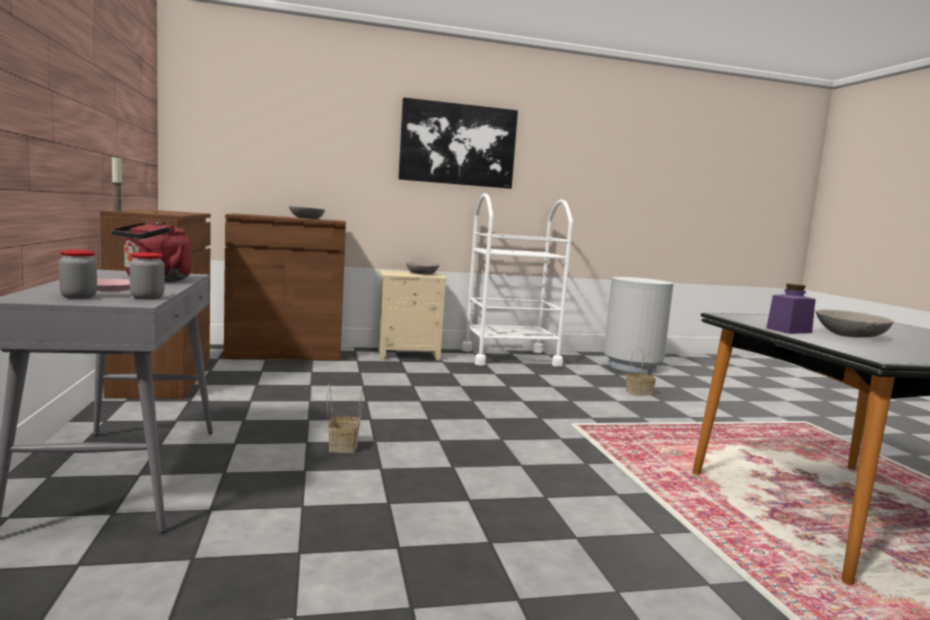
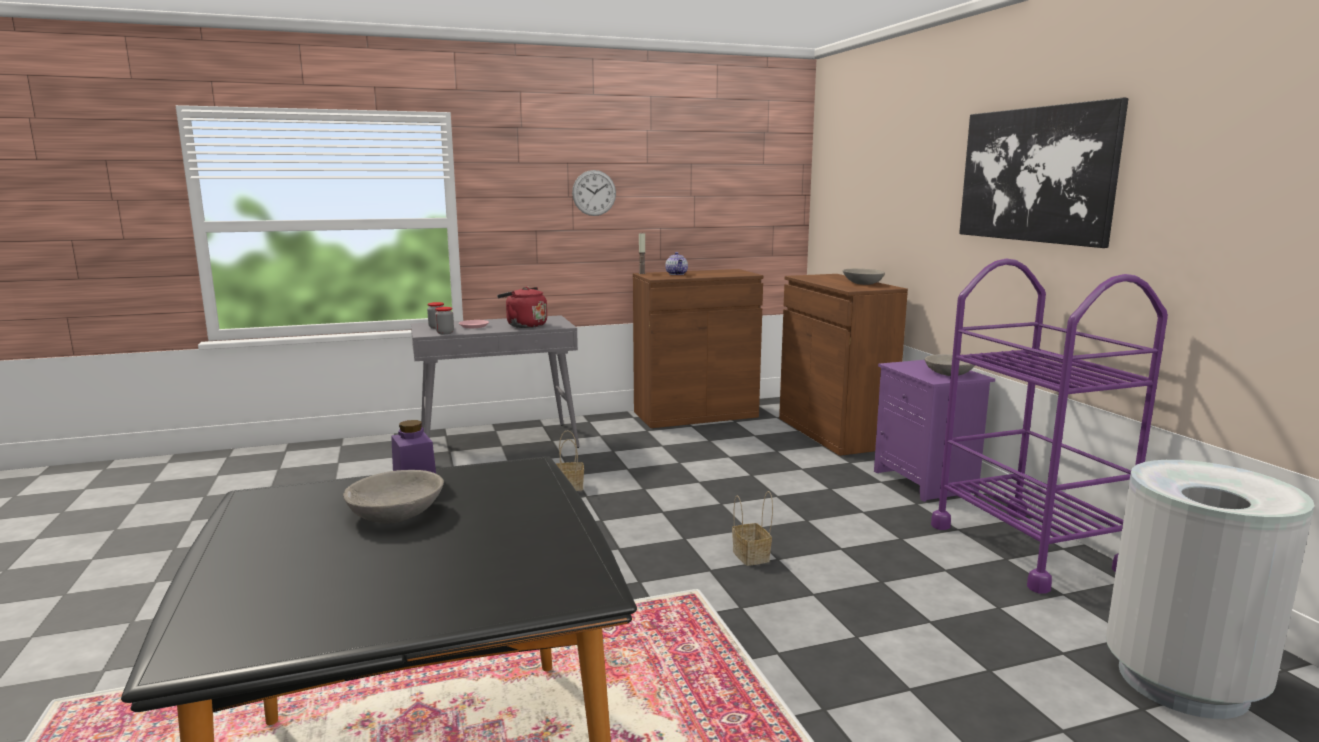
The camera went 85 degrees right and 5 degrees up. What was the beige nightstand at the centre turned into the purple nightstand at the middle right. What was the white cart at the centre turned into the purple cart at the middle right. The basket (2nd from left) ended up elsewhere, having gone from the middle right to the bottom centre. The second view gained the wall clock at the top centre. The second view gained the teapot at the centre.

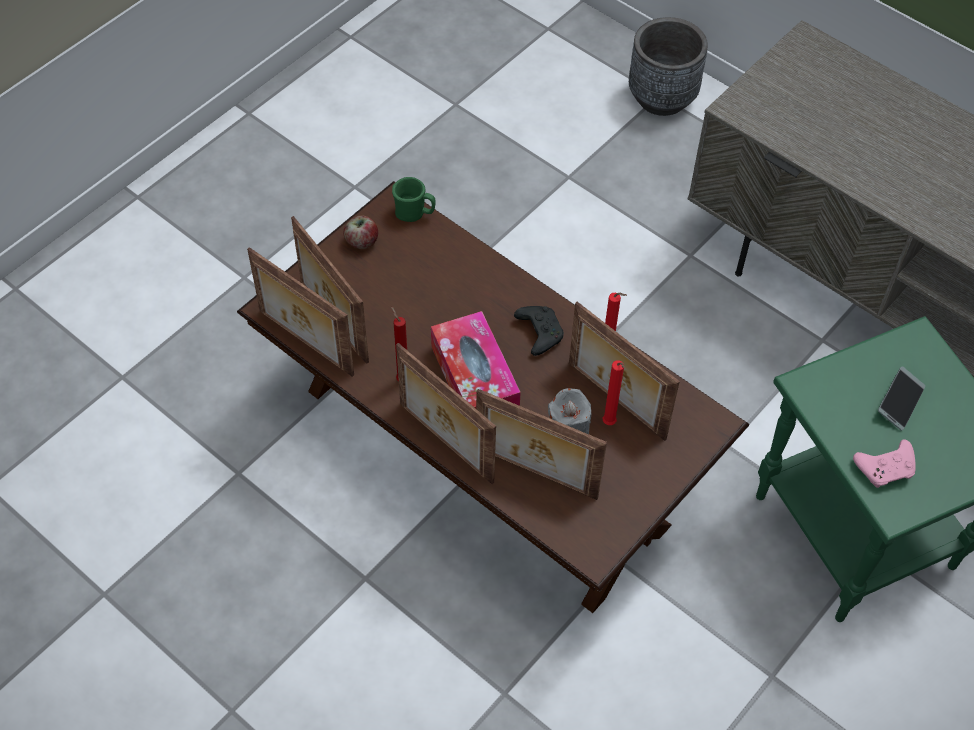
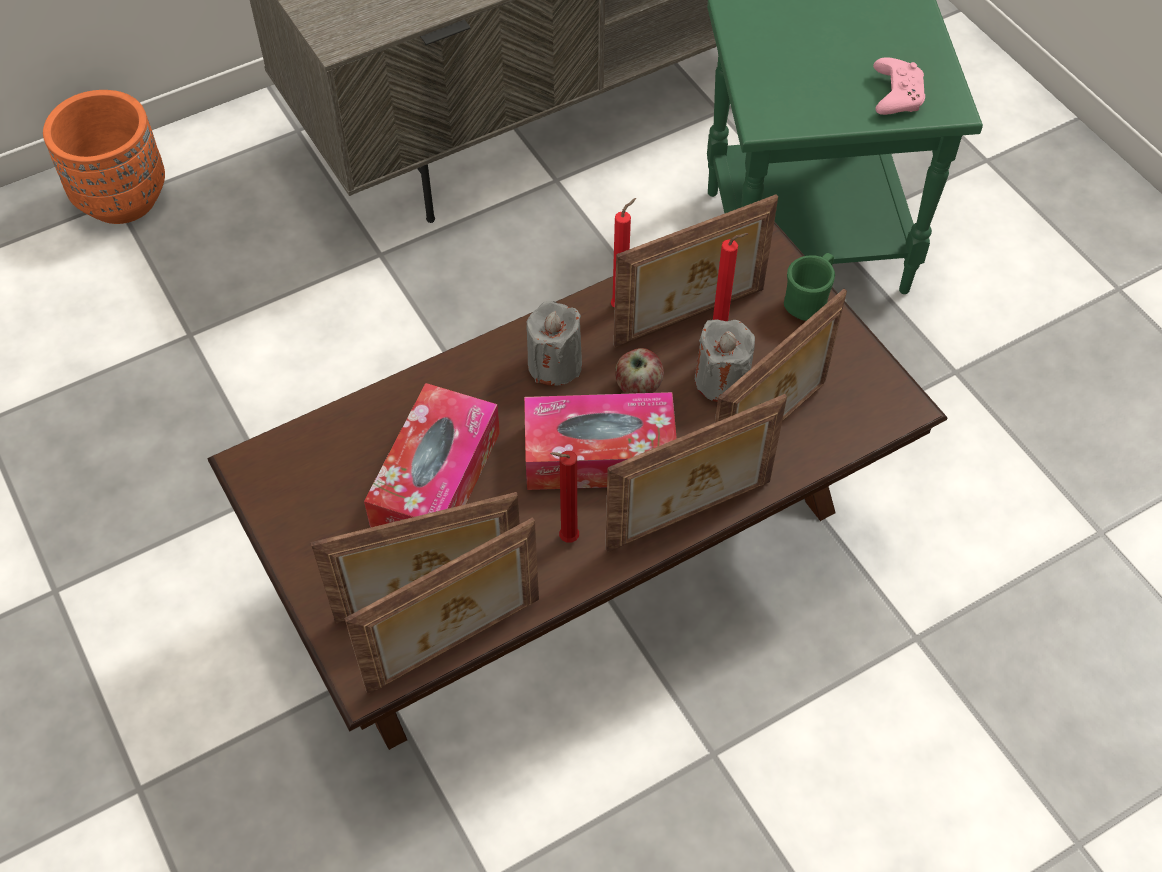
The camera went 70 degrees left and 0 degrees up. The apple ended up elsewhere, having gone from the top centre to the centre. The green mug ended up elsewhere, having gone from the top centre to the top right. Where the black game controller stood at the centre, the grey candle (1st from left) came to stand at the centre. What was the grey planter at the top right turned into the orange planter at the top left. The second view lost the phone at the middle right. The second view gained the tissue box (1st from left) at the centre.

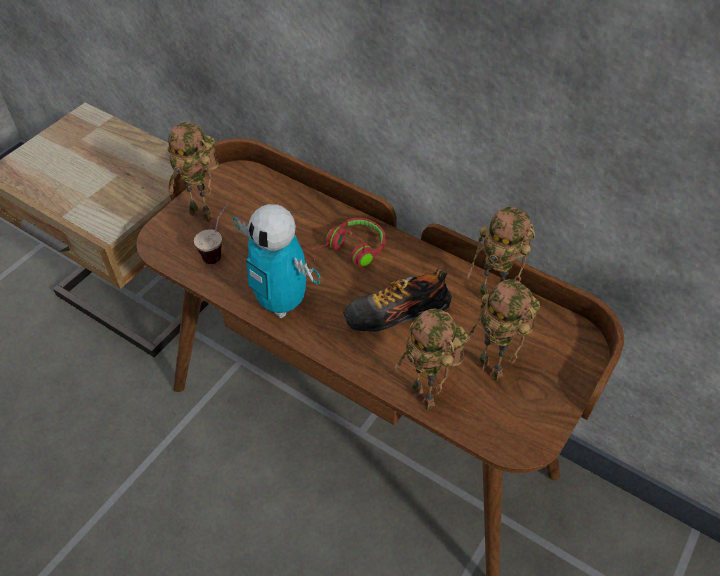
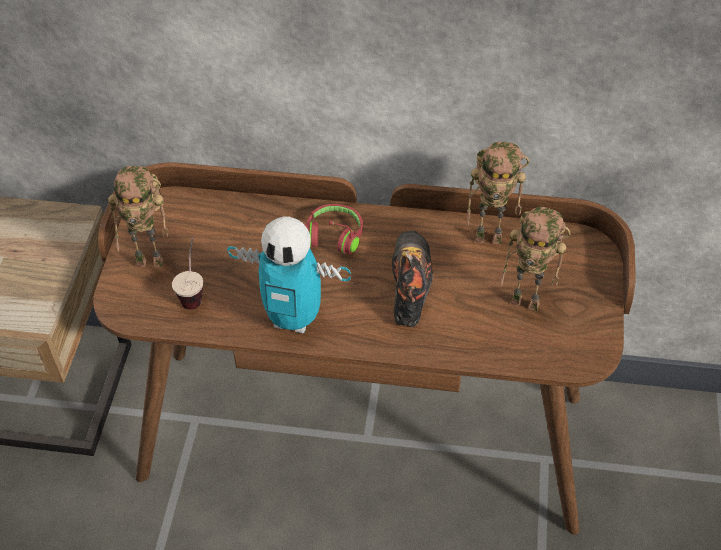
The camera went 25 degrees left and 0 degrees up. The shoe at the centre ended up facing another way, 135 degrees clockwise from before. The second view lost the toy robot (3rd from left) at the centre.

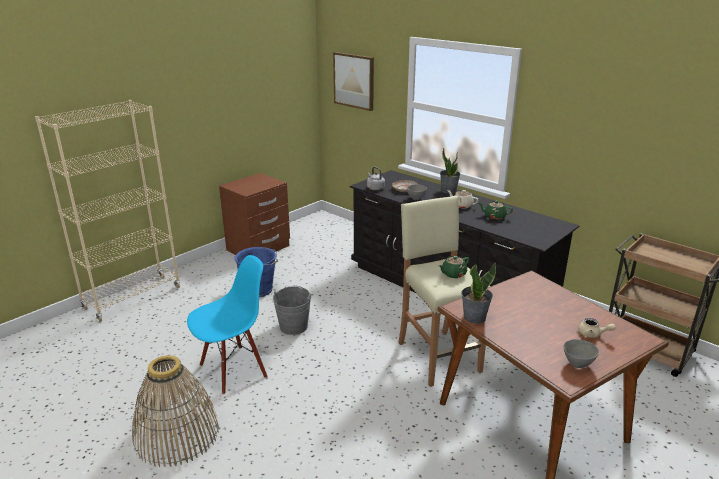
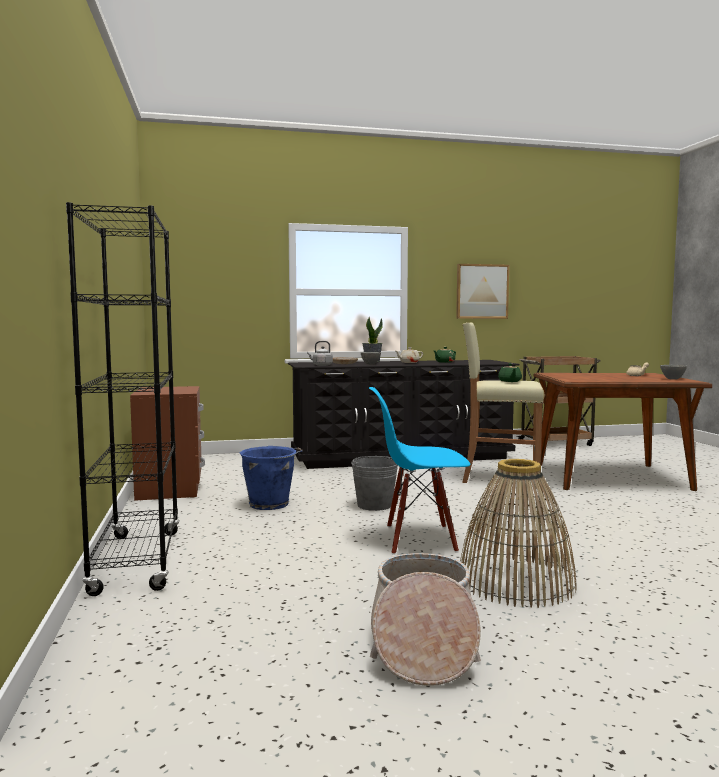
The camera went 55 degrees left and 20 degrees down. What was the beige bookcase at the middle left turned into the black bookcase at the middle left. The blue chair at the bottom left ended up facing another way, 90 degrees counterclockwise from before. The picture ended up elsewhere, having gone from the top centre to the middle right. The second view lost the potted plant (2nd from left) at the centre. The second view gained the basket (1st from left) at the bottom centre.

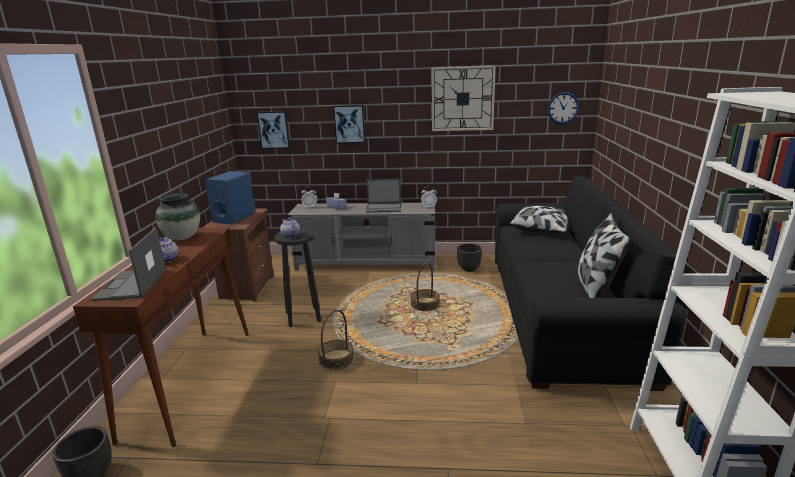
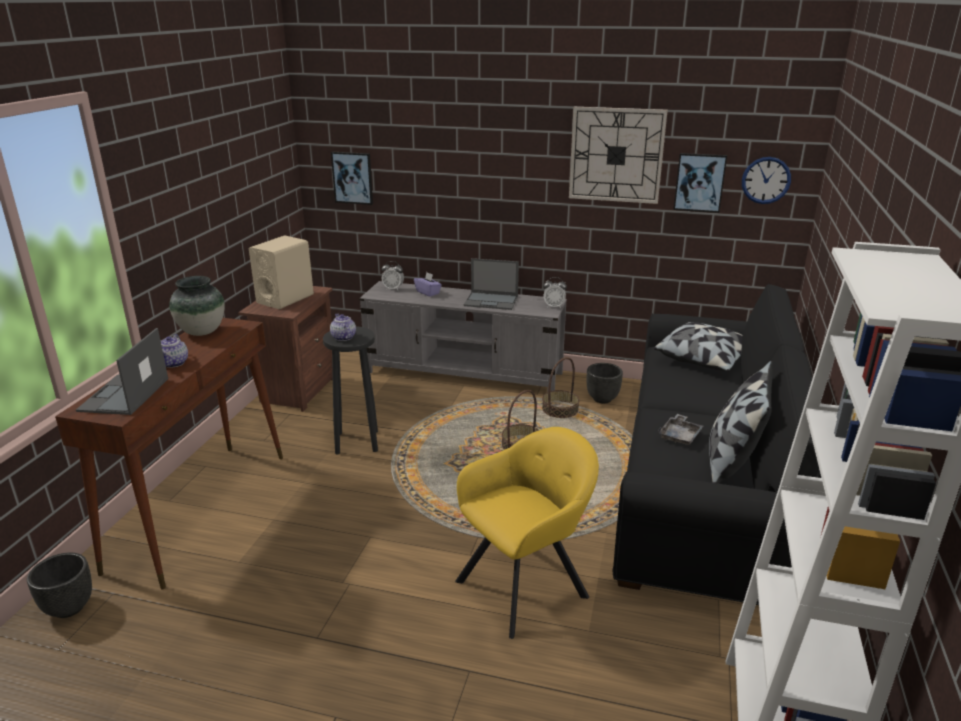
The camera went 10 degrees right and 5 degrees up. What was the blue speaker at the middle left turned into the beige speaker at the middle left. The basket (1st from left in the first image) ended up elsewhere, having gone from the bottom centre to the centre. The picture (2nd from left) ended up elsewhere, having gone from the top centre to the top right. The second view gained the yellow armchair at the bottom centre. The second view gained the grey tray at the middle right.

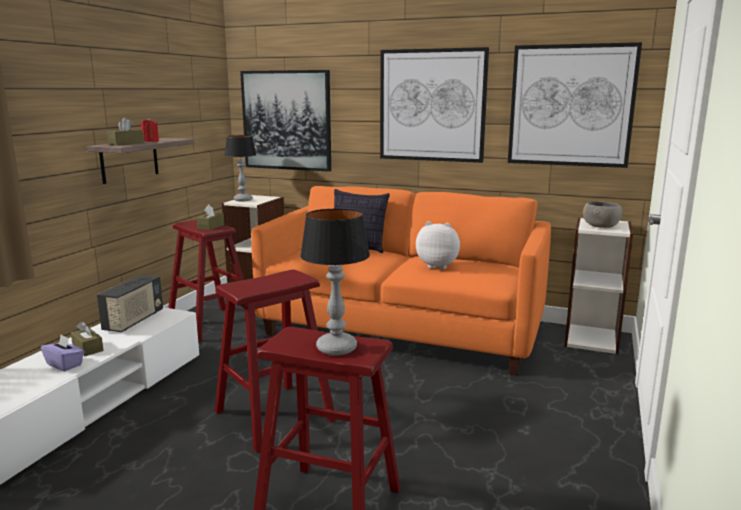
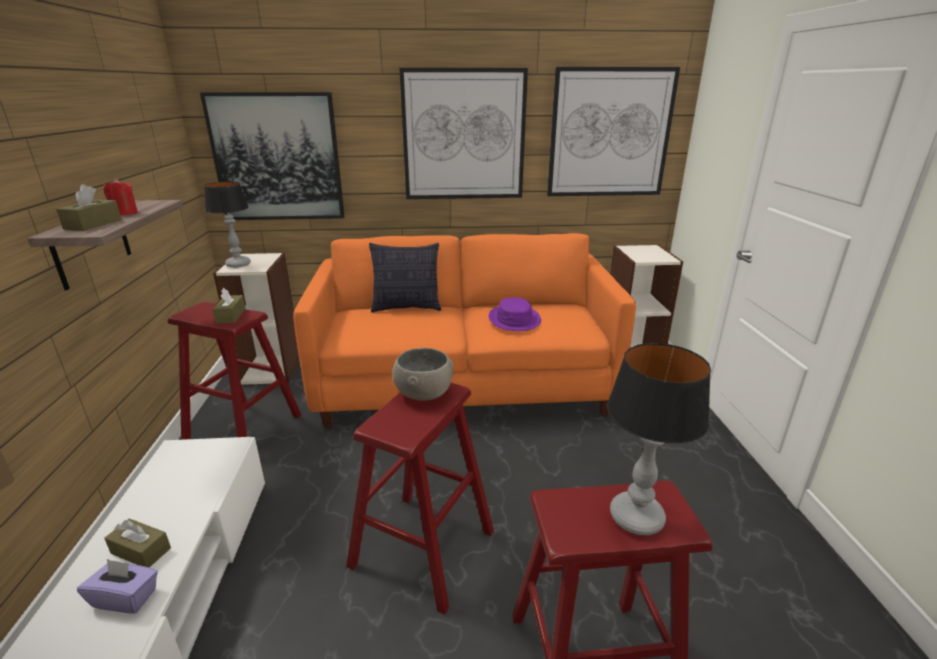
The camera went 25 degrees left and 10 degrees up. The second view lost the radio at the middle left. Where the plush toy stood at the centre, the purple hat came to stand at the centre. The grey bowl ended up elsewhere, having gone from the middle right to the centre.

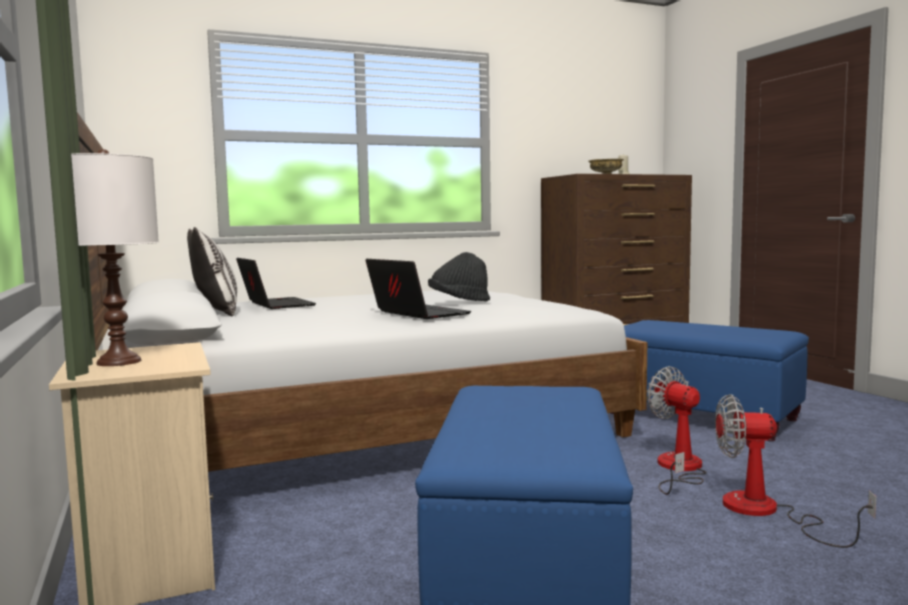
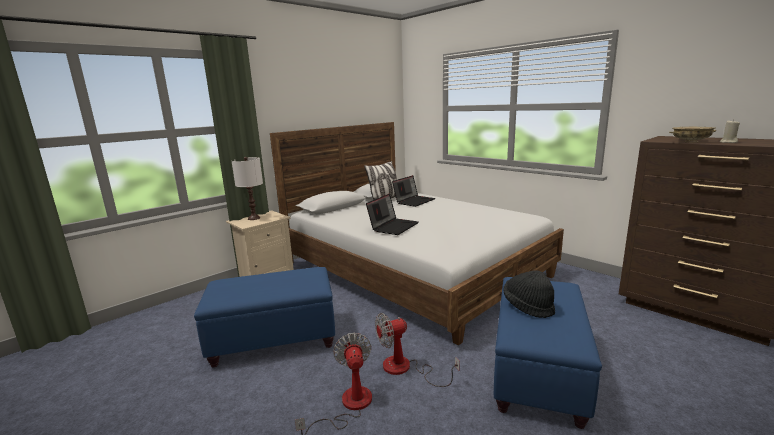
The camera went 70 degrees right and 10 degrees up. The black hat ended up elsewhere, having gone from the centre to the bottom right. The fan (1st from left in the first image) at the bottom right ended up facing another way, 150 degrees counterclockwise from before.

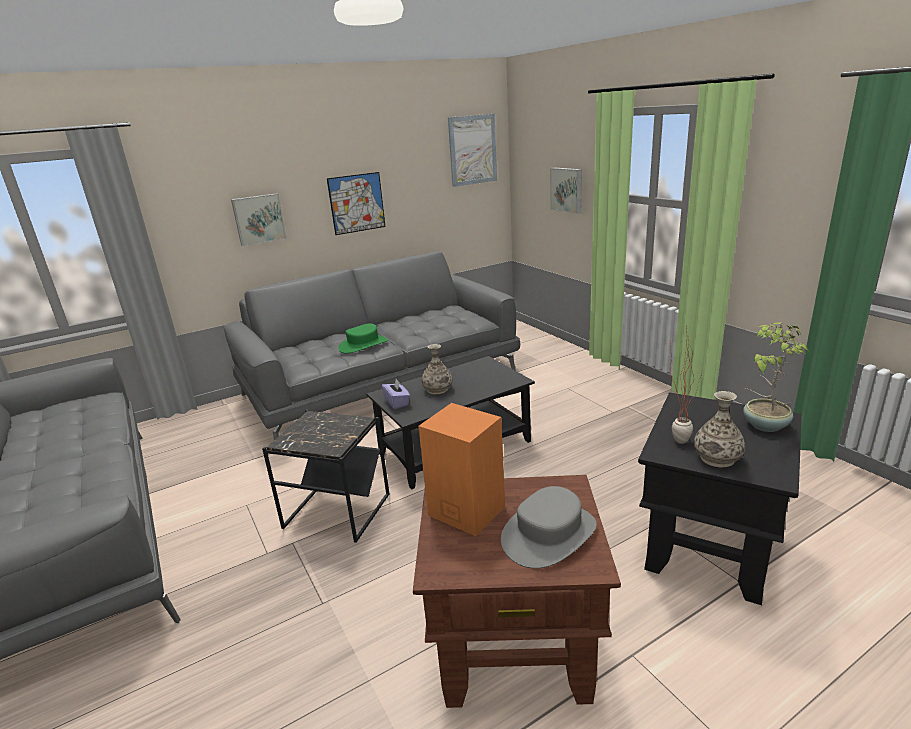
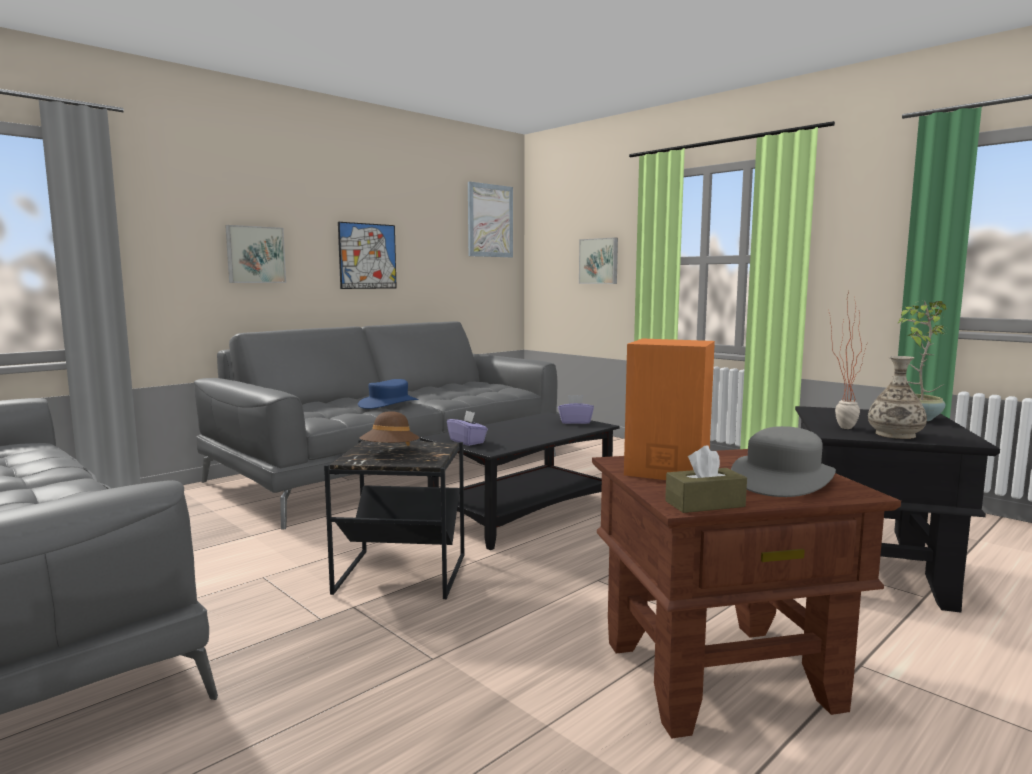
The camera went 15 degrees left and 15 degrees down. What was the green hat at the centre turned into the blue hat at the centre. The second view lost the vase (1st from left) at the centre. The second view gained the brown hat at the centre. The second view gained the purple tissue box (2nd from left) at the centre. The second view gained the brown tissue box at the middle right.

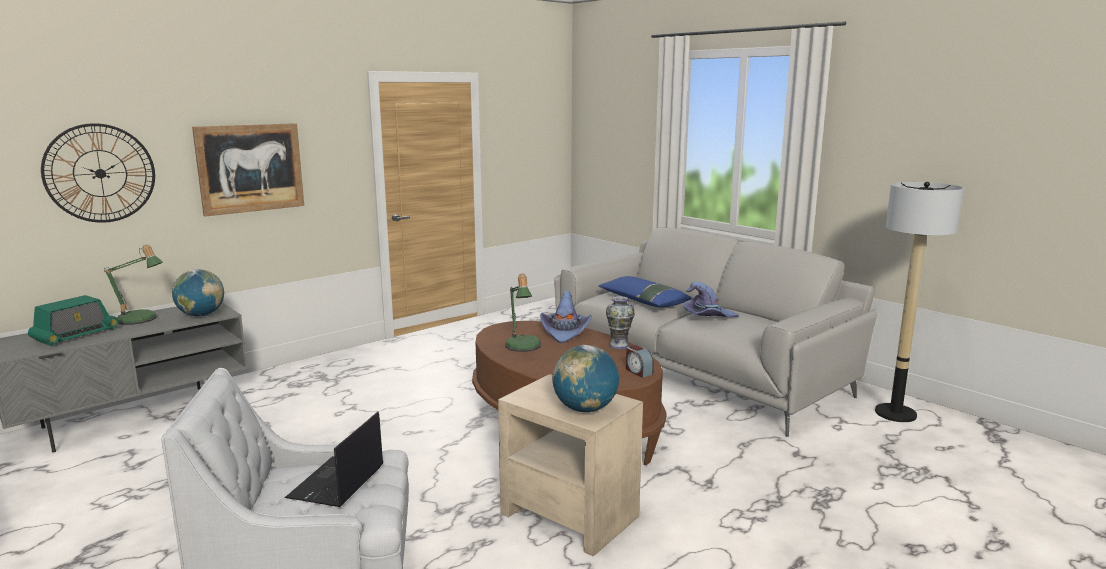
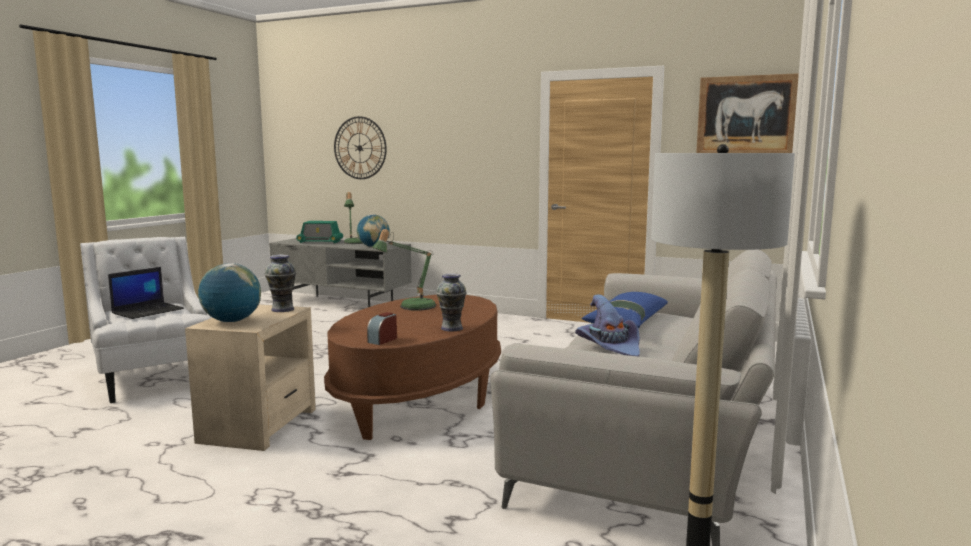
The camera went 65 degrees right and 5 degrees down. The picture ended up elsewhere, having gone from the top left to the top right. The laptop at the bottom left ended up facing another way, 135 degrees clockwise from before. The second view lost the purple hat (1st from left) at the centre. The second view gained the vase (1st from left) at the middle left.

